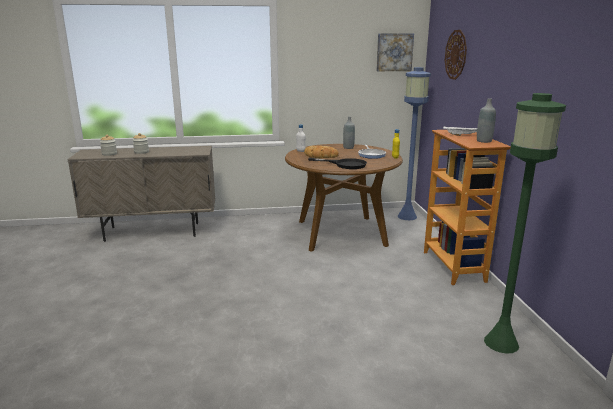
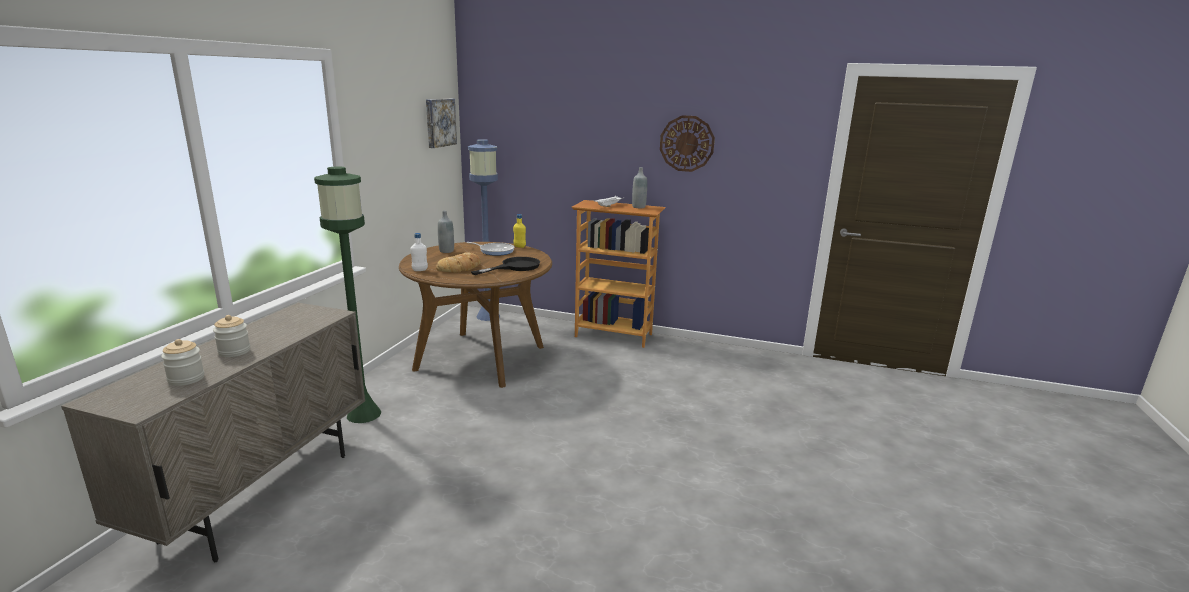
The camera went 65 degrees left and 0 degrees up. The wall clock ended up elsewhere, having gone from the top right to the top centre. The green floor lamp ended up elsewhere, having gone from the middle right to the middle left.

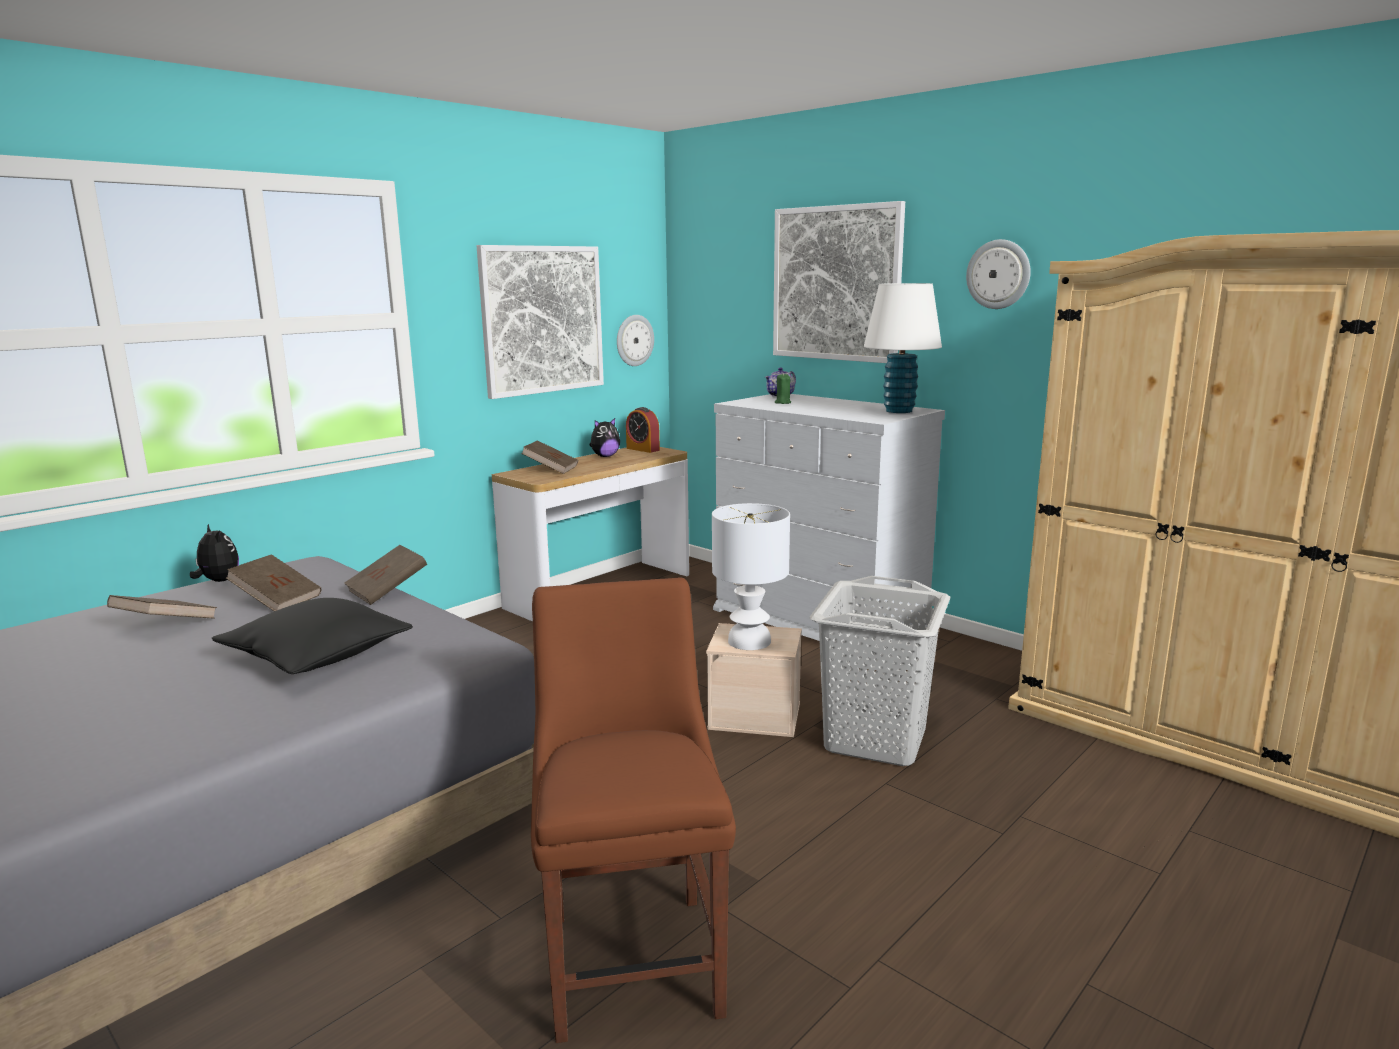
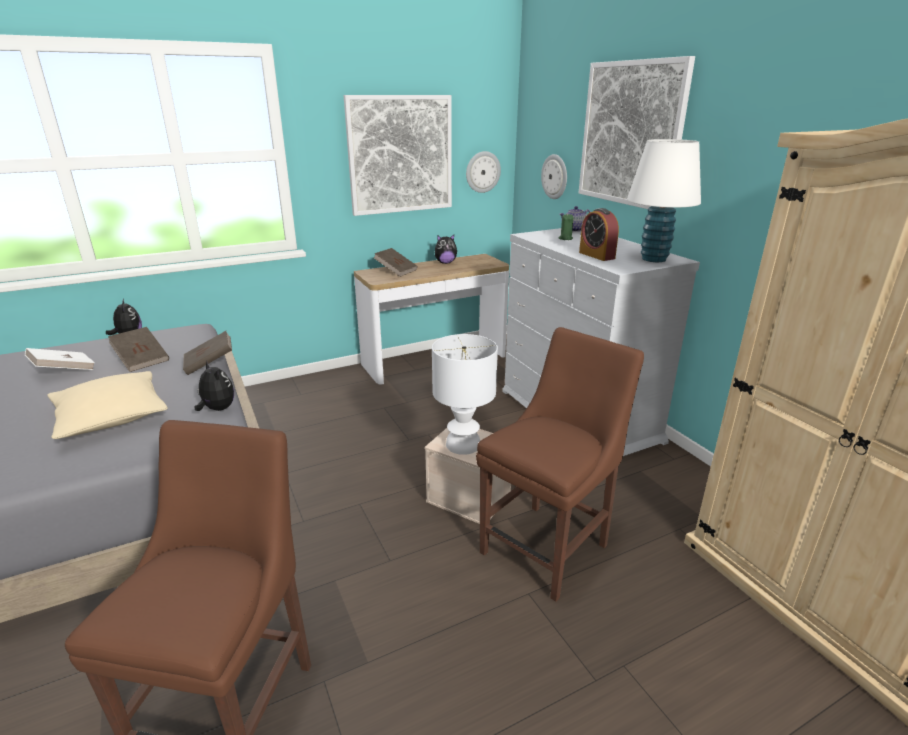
The camera went 20 degrees right and 10 degrees up. What was the brown book (1st from left) at the middle left turned into the white book at the middle left. What was the black pillow at the middle left turned into the beige pillow at the middle left. The alarm clock ended up elsewhere, having gone from the centre to the top centre. Where the grey laundry basket stood at the centre, the brown chair (2nd from left) came to stand at the centre. The wall clock (2nd from left) ended up elsewhere, having gone from the top right to the top centre. The second view gained the plush toy (2nd from left) at the middle left.

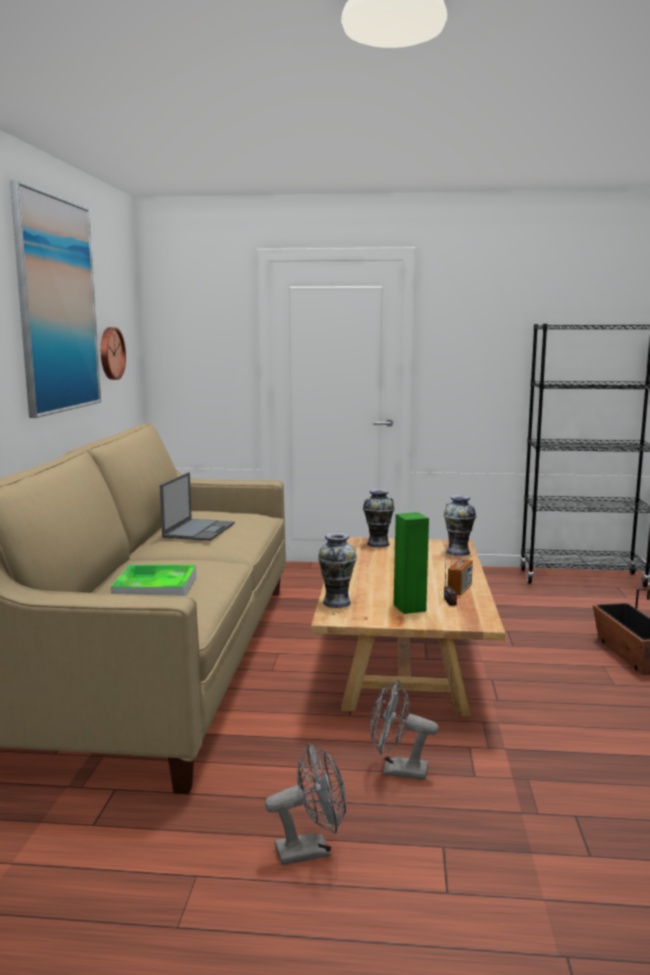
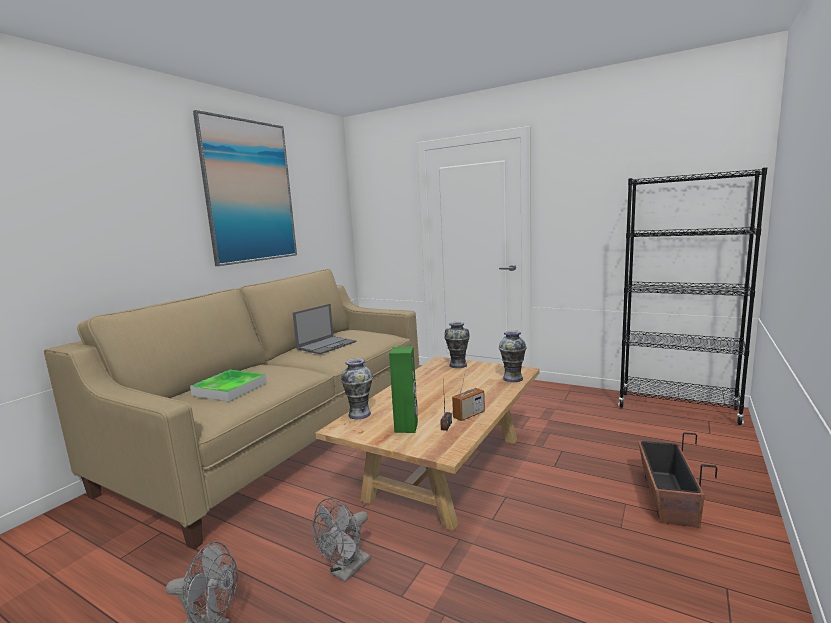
The camera went 25 degrees right and 0 degrees up. The second view lost the wall clock at the middle left. The grey fan (2nd from left) at the bottom centre ended up facing another way, 90 degrees counterclockwise from before.

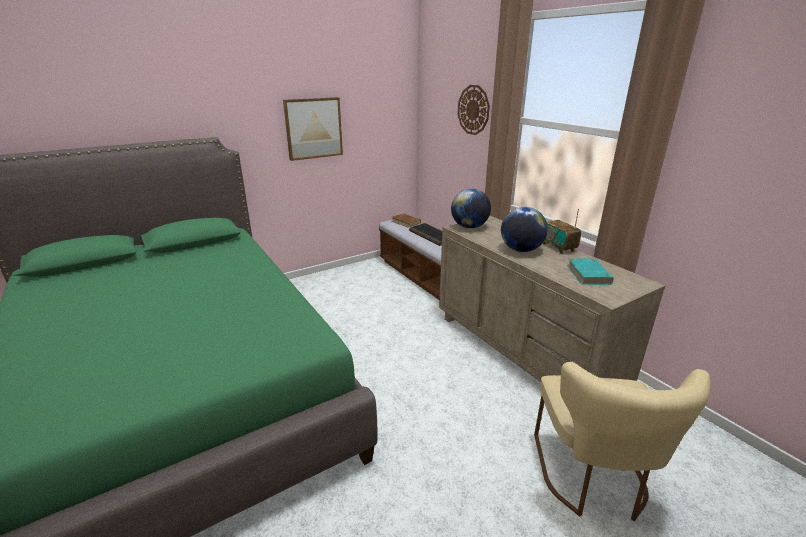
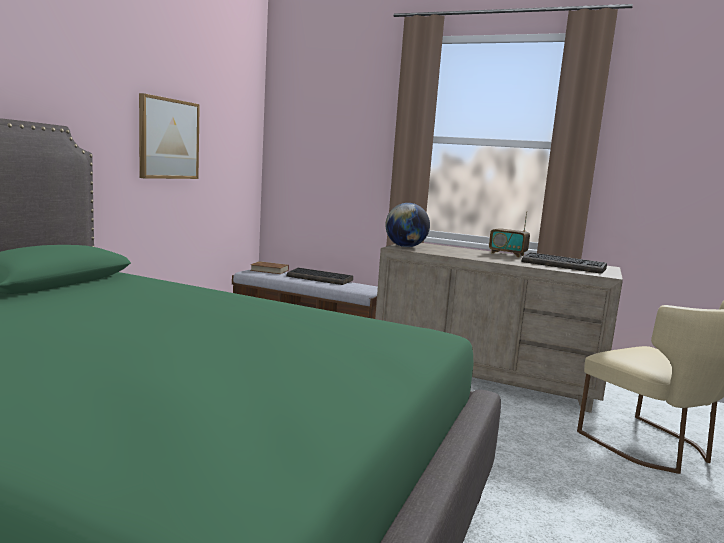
The camera went 35 degrees left and 15 degrees down. The second view lost the wall clock at the top centre. The second view lost the globe (2nd from left) at the centre. Where the turquoise book stood at the middle right, the keyboard (2nd from left) came to stand at the middle right.

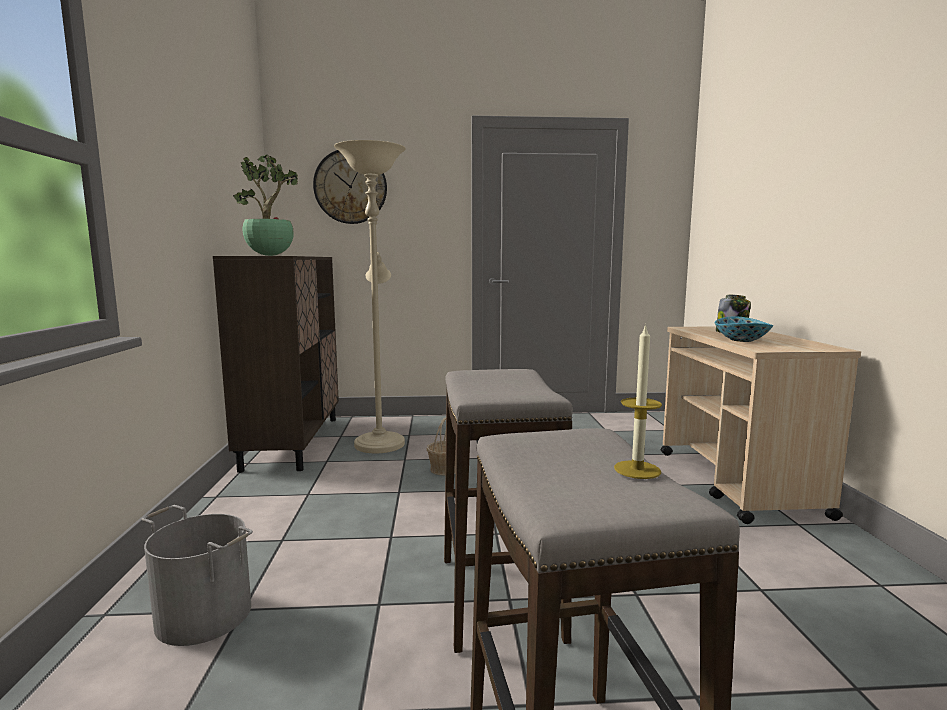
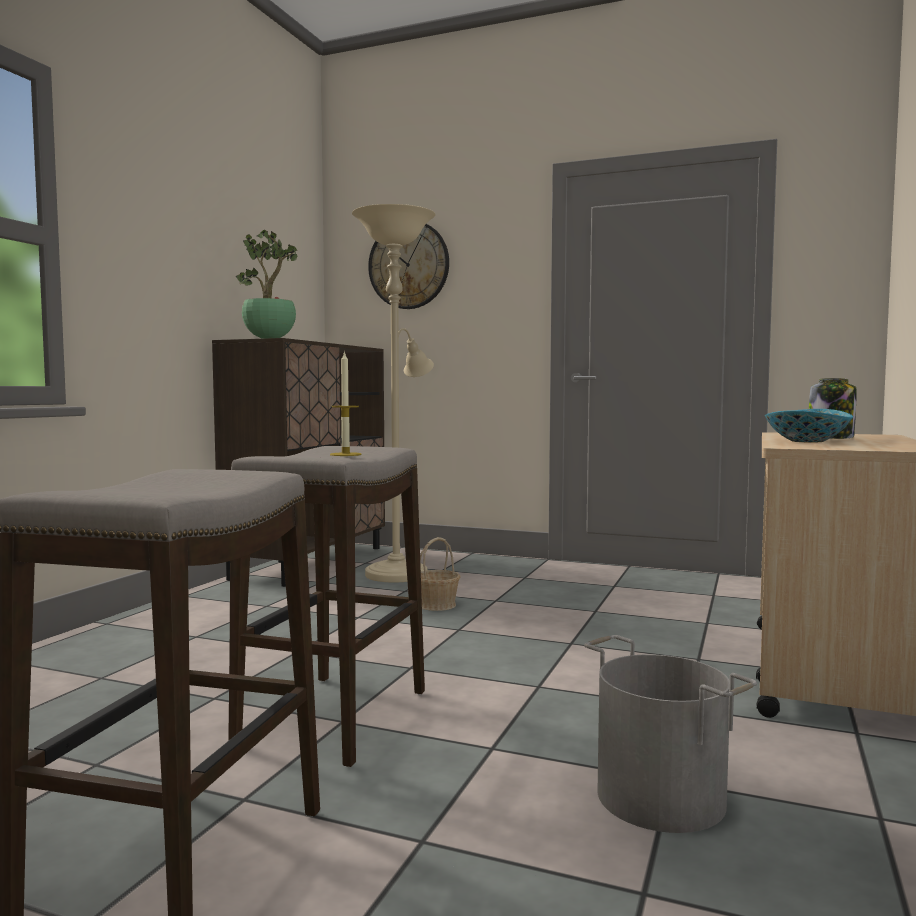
The camera went 25 degrees right and 5 degrees down. The grey bucket ended up elsewhere, having gone from the bottom left to the bottom right. The candle ended up elsewhere, having gone from the middle right to the centre.

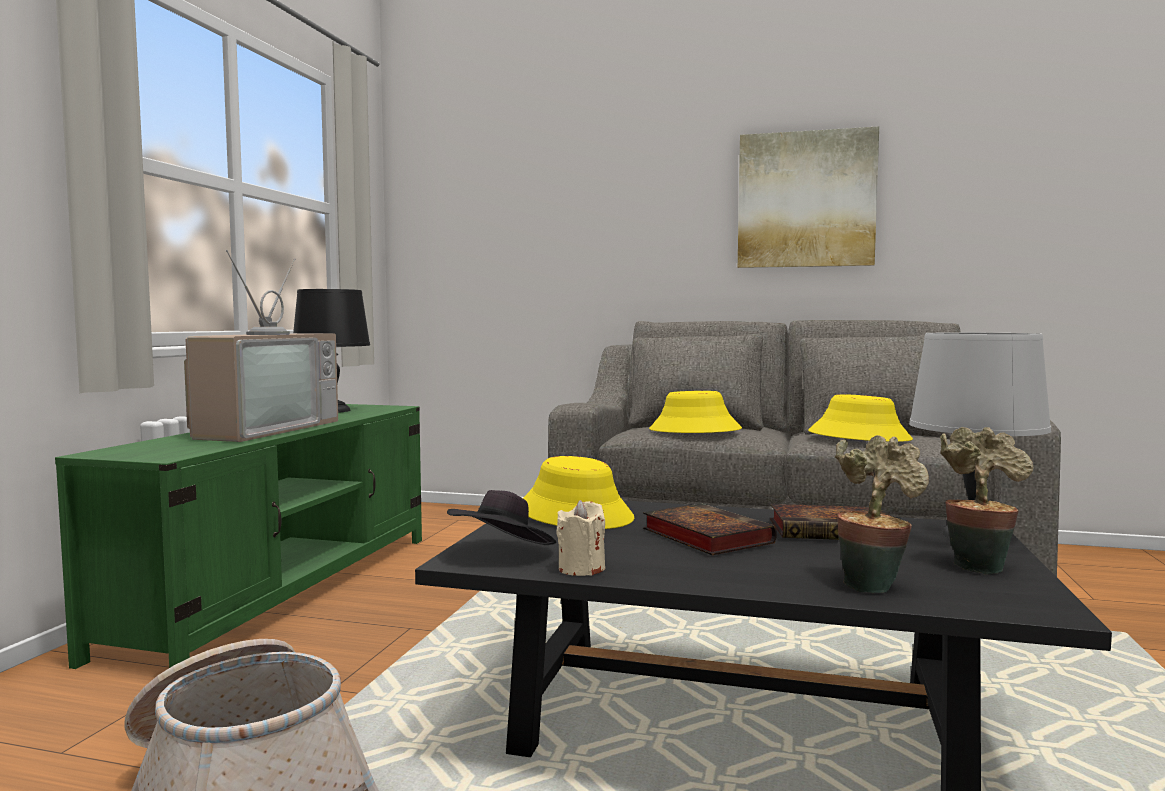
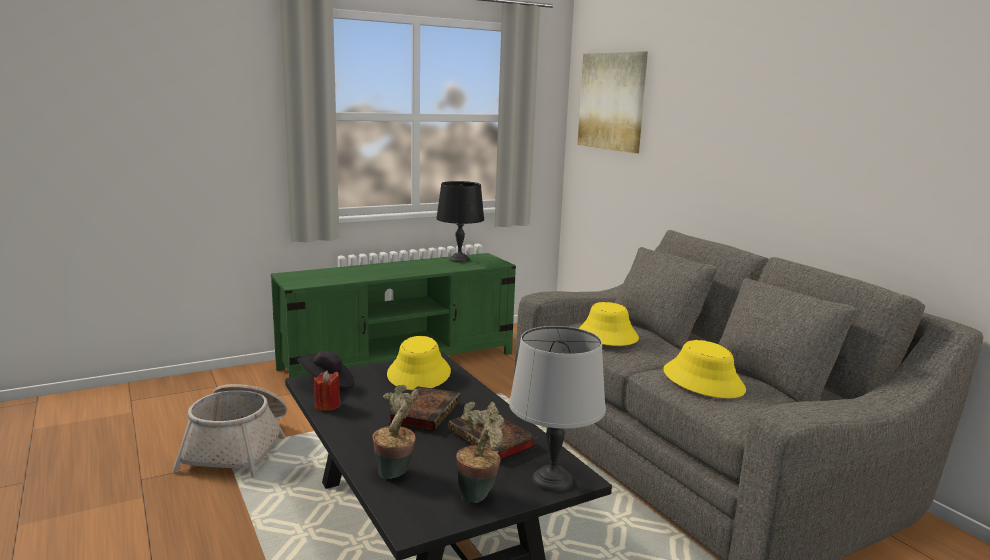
The camera went 45 degrees right and 10 degrees up. The second view lost the television at the middle left. What was the beige candle at the bottom centre turned into the red candle at the bottom left. The picture ended up elsewhere, having gone from the top right to the top centre.

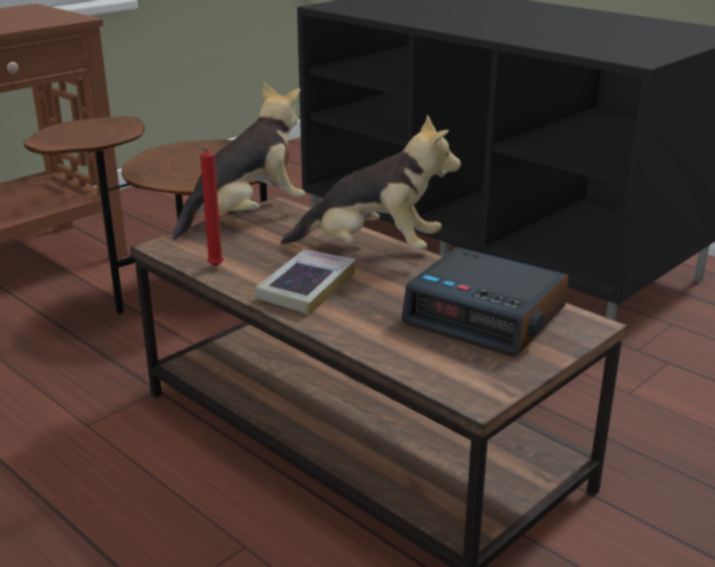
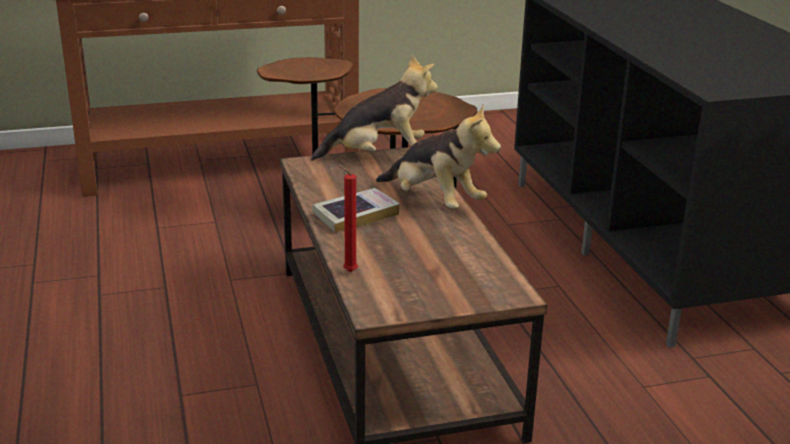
The camera went 30 degrees right and 0 degrees up. The red candle ended up elsewhere, having gone from the middle left to the centre. The second view lost the alarm clock at the middle right.

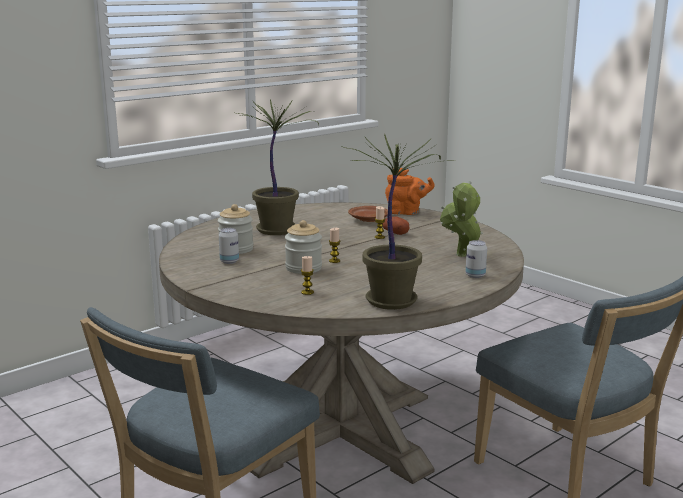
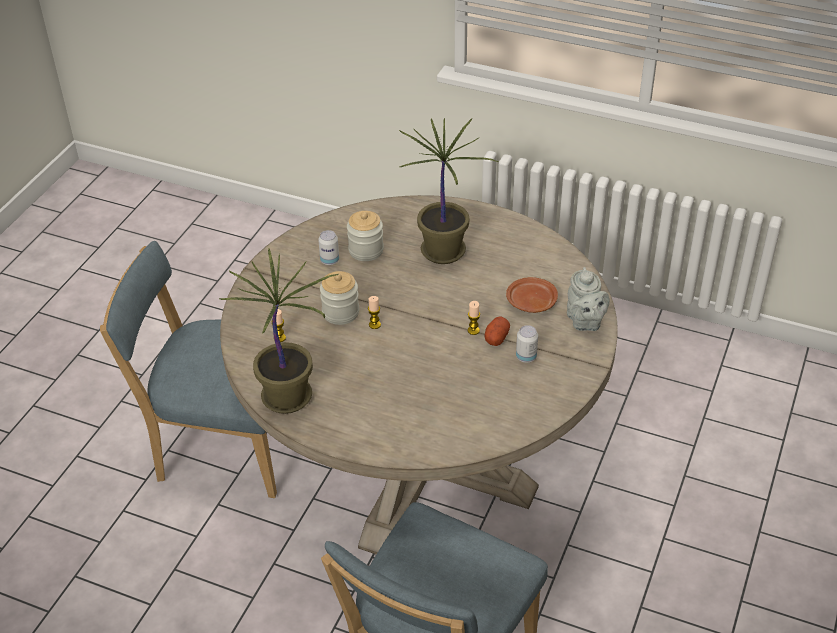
The camera went 65 degrees right and 25 degrees up. What was the orange teapot at the centre turned into the grey teapot at the middle right. The second view lost the potted plant (3rd from left) at the middle right. The can (2nd from left) ended up elsewhere, having gone from the middle right to the centre.

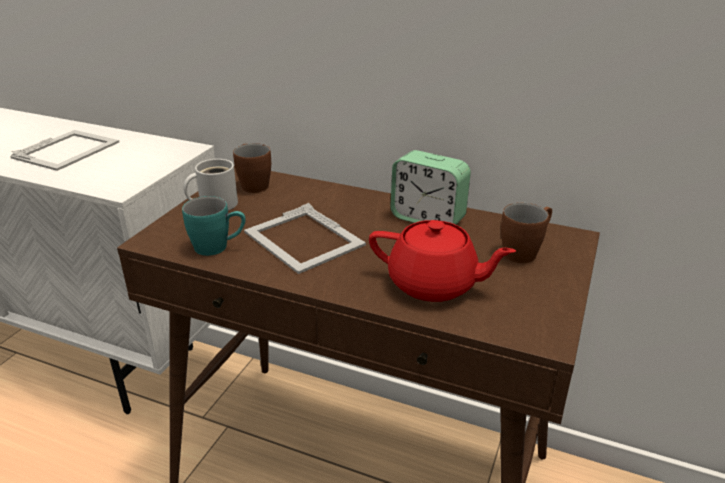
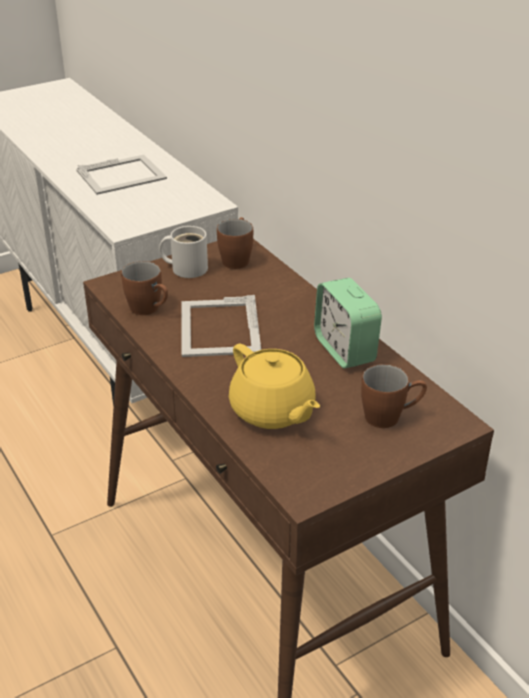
The camera went 35 degrees right and 5 degrees up. What was the turquoise mug at the middle left turned into the brown mug (1st from left) at the middle left. What was the red teapot at the centre turned into the yellow teapot at the centre.

